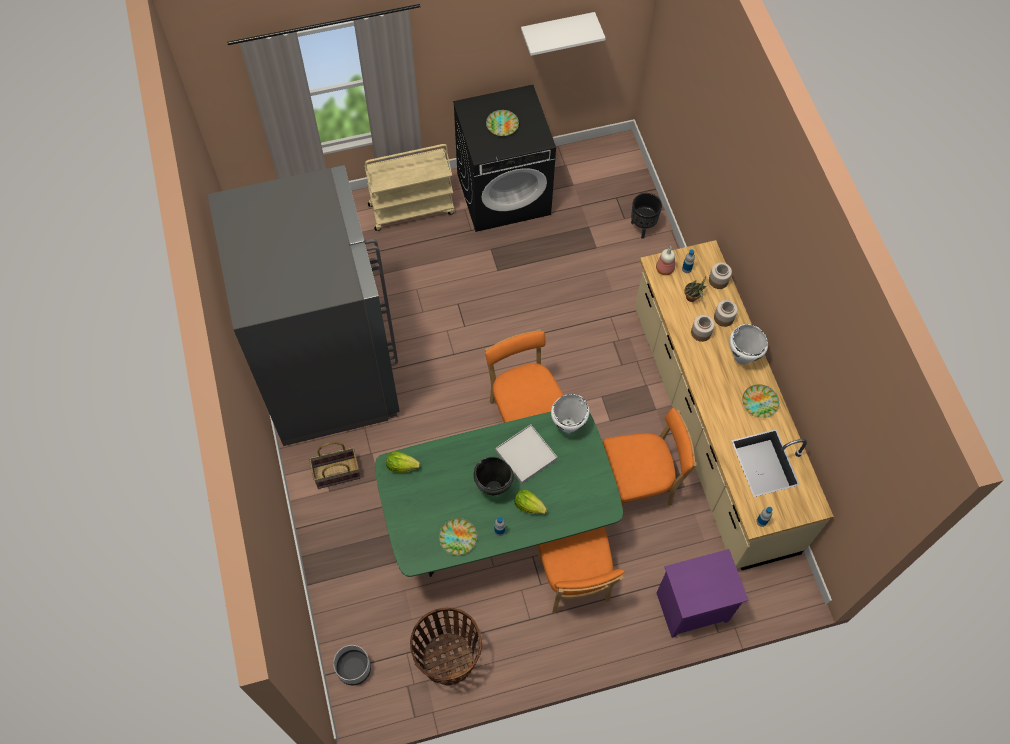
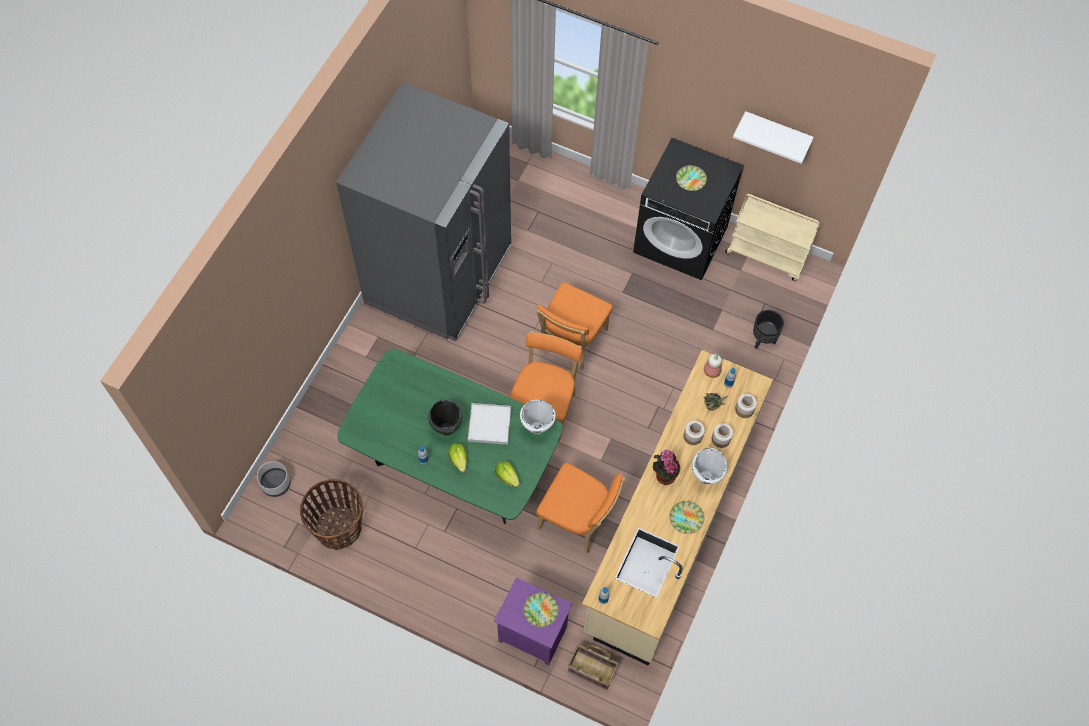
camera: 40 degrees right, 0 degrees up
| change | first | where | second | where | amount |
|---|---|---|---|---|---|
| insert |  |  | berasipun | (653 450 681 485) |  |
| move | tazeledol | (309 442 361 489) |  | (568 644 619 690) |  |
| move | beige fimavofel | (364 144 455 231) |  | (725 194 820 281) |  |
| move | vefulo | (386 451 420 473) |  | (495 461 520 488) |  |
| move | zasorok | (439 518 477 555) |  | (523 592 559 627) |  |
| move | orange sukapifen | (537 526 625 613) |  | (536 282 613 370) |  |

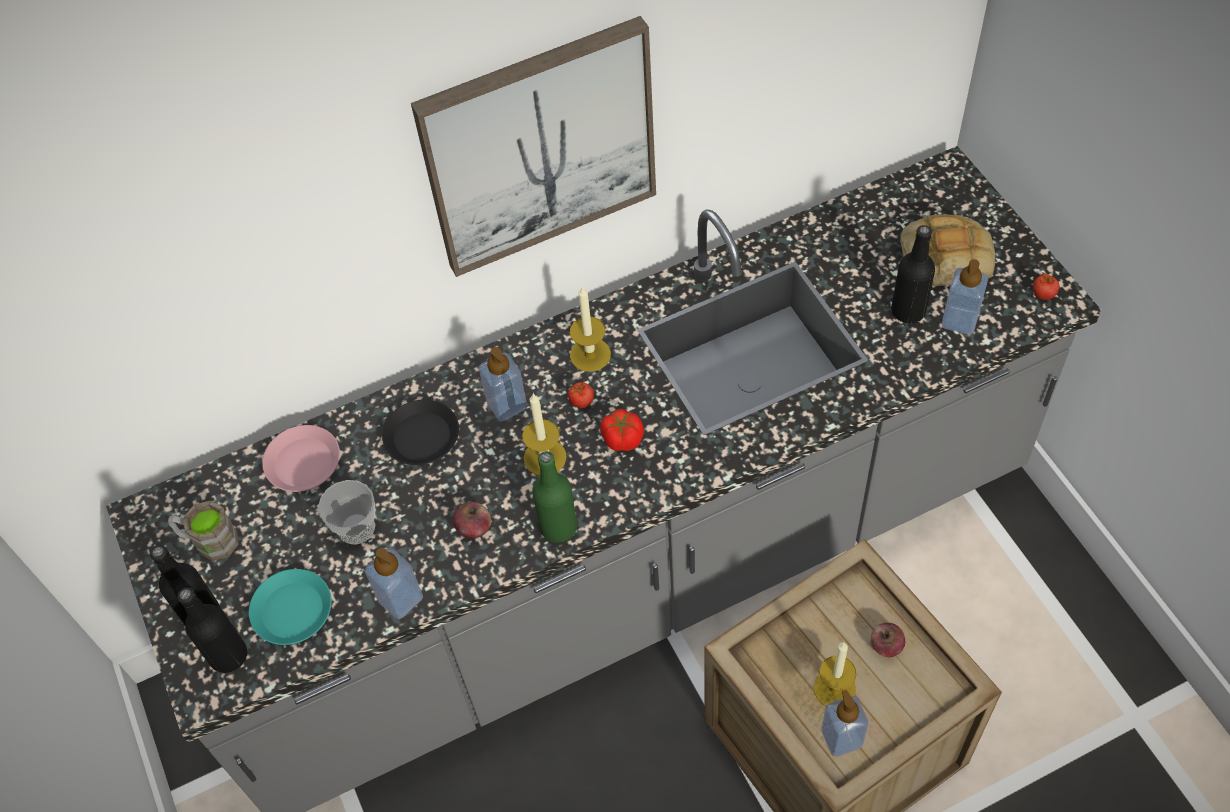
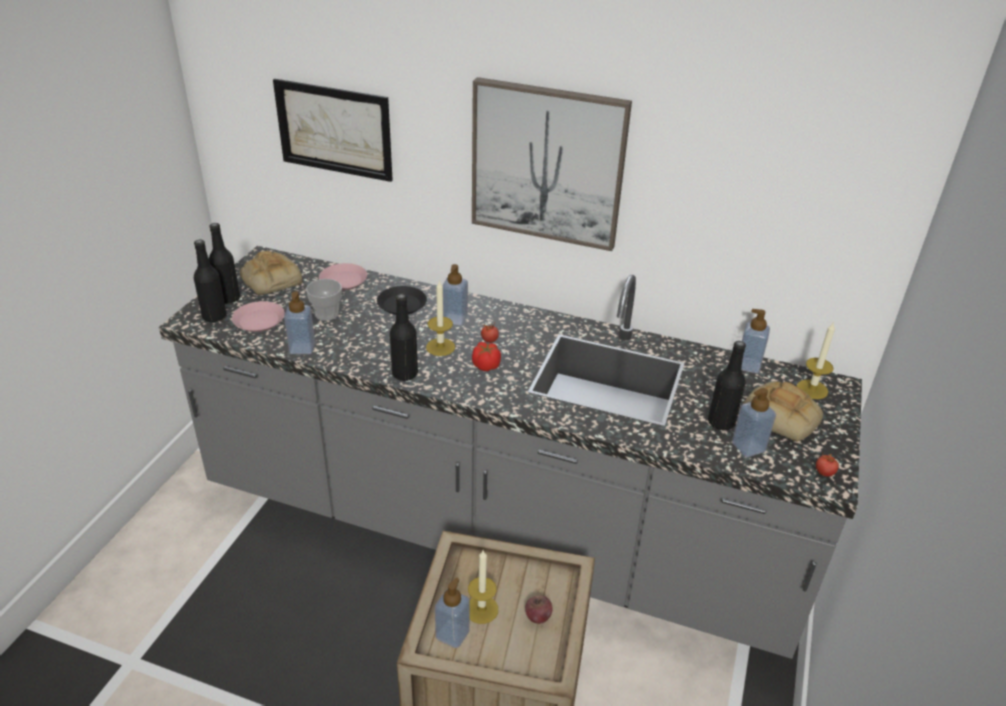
camera: 40 degrees right, 20 degrees down
| change | first | where | second | where | amount |
|---|---|---|---|---|---|
| delete | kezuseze | (453 502 491 538) |  |  |  |
| insert |  |  | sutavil | (273 79 393 182) |  |
| insert |  |  | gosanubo | (741 309 770 373) |  |
| move | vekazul | (570 286 611 372) |  | (797 322 835 399) |  |
| replace | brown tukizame | (168 500 239 561) | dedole | (240 251 302 295) |  |
| recolor | turquoise zasorok | (249 569 332 645) | pink zasorok | (232 301 285 332) |  |
| recolor | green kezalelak | (533 451 577 543) | black kezalelak | (390 294 418 381) |  |

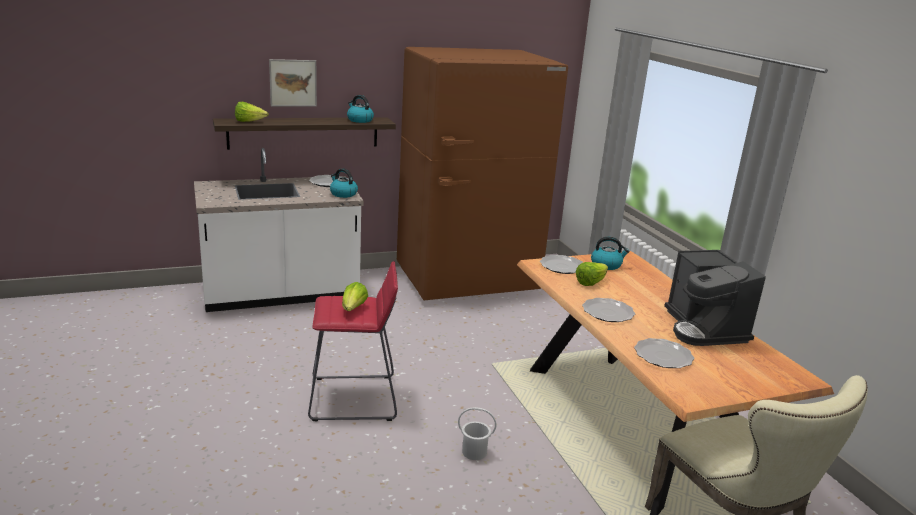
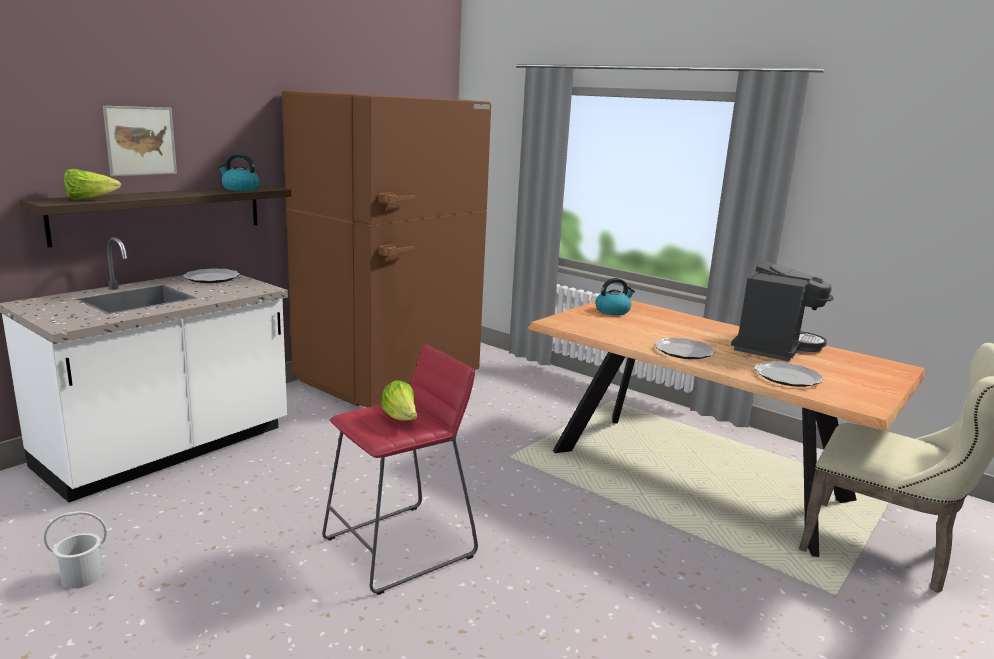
camera: 30 degrees left, 5 degrees down
| change | first | where | second | where | amount |
|---|---|---|---|---|---|
| delete | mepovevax | (330 168 358 198) |  |  |  |
| delete | zasorok | (540 255 583 274) |  |  |  |
| delete | vefulo | (576 262 608 286) |  |  |  |
| move | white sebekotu | (458 407 496 460) |  | (44 511 107 589) |  |
| rotate | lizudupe | (664 250 766 346) |  | (731 260 834 361) | 105 degrees counterclockwise |

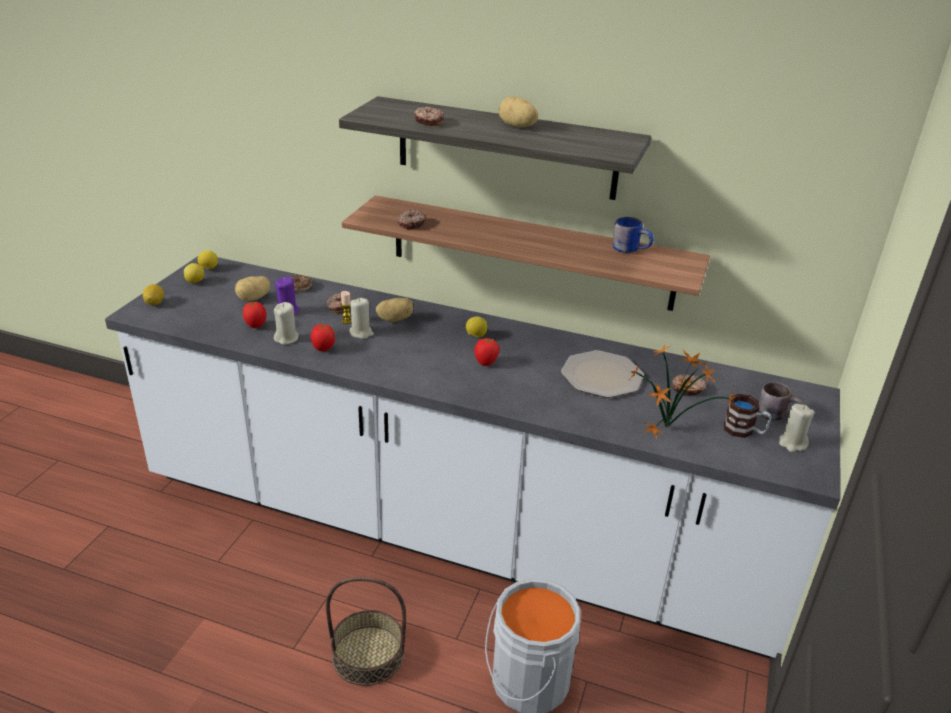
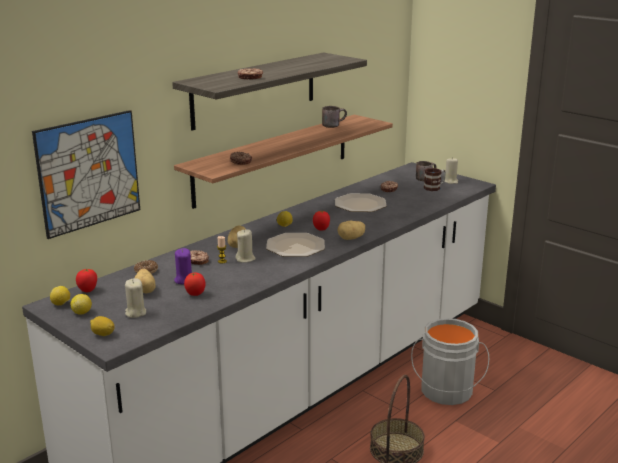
camera: 65 degrees left, 10 degrees down
| change | first | where | second | where | amount |
|---|---|---|---|---|---|
| delete | berasipun | (629 344 737 440) |  |  |  |
| insert |  |  | sutavil | (32 110 140 239) |  |
| insert |  |  | zasorok | (266 233 325 257) |  |
| move | beige vekazul | (274 302 299 345) |  | (125 278 146 318) |  |
| move | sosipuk | (311 324 335 351) |  | (76 269 97 292) |  |
| move | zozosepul | (499 97 538 128) |  | (337 220 365 240) |  |
| recolor | blue tukizame | (613 217 654 253) | brown tukizame | (322 106 347 128) |  |

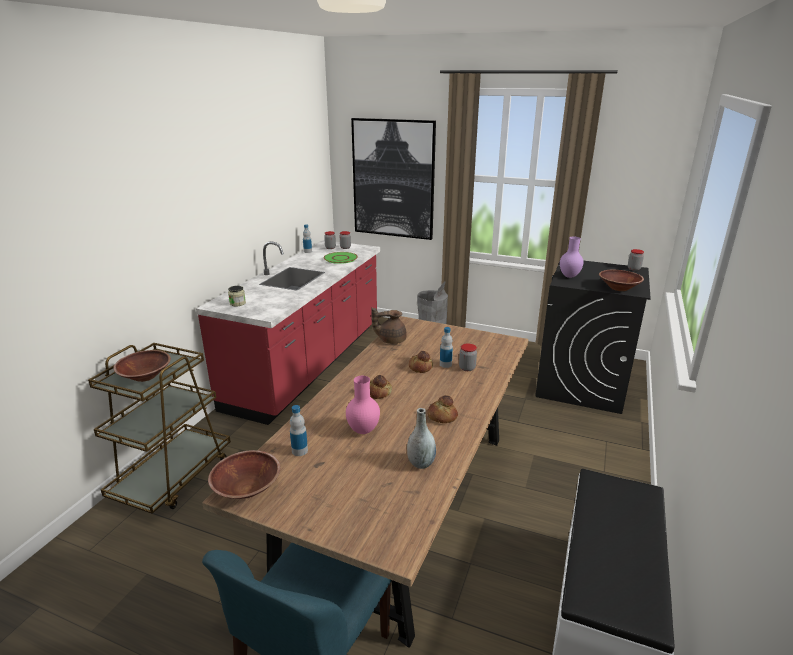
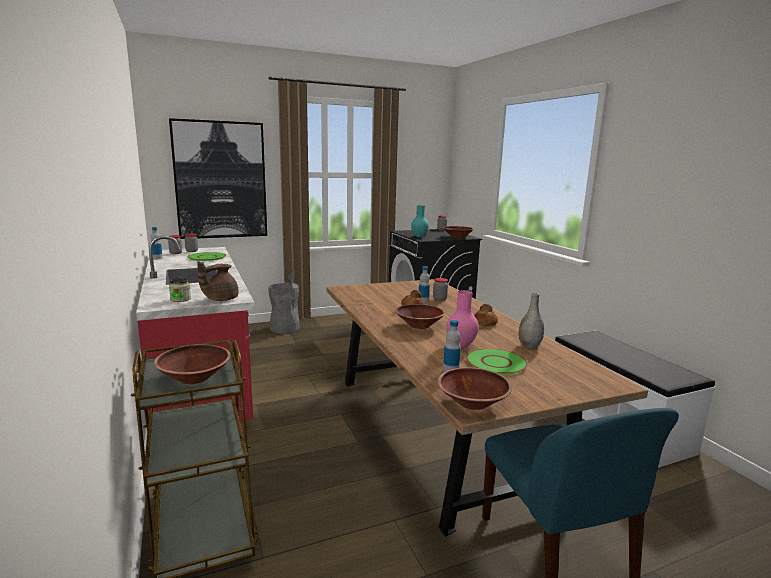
camera: 45 degrees left, 10 degrees down
| change | first | where | second | where | amount |
|---|---|---|---|---|---|
| insert |  |  | green zasorok | (466 349 528 375) |  |
| move | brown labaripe | (371 307 407 344) |  | (197 261 239 301) |  |
| replace | dedole | (370 375 392 399) | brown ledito | (395 304 445 329) |  |
| recolor | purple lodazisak | (560 237 584 278) | turquoise lodazisak | (411 205 429 237) |  |

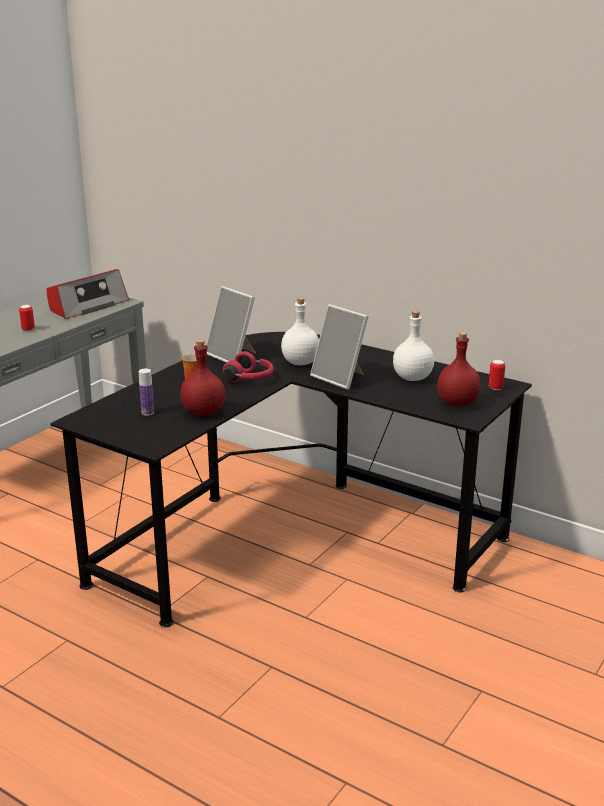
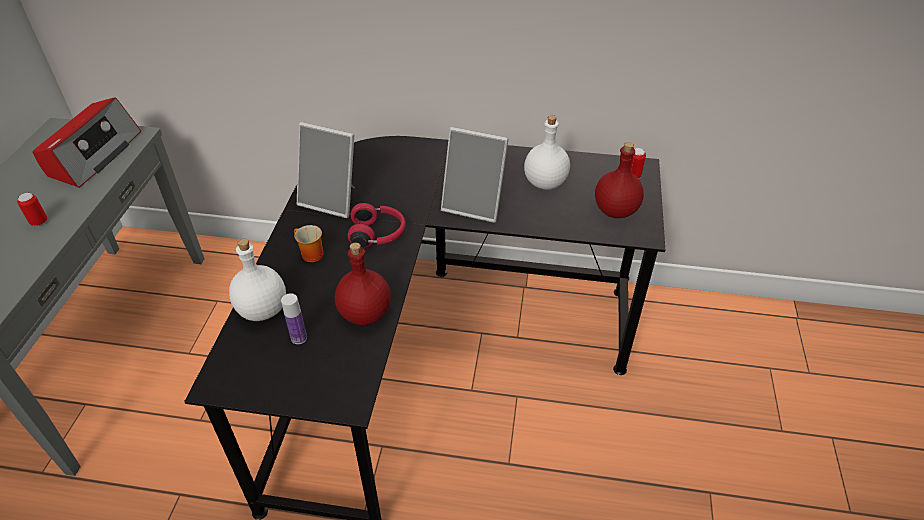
camera: 25 degrees left, 20 degrees up
| change | first | where | second | where | amount |
|---|---|---|---|---|---|
| move | white kezalelak | (281 297 319 365) |  | (229 239 286 321) |  |

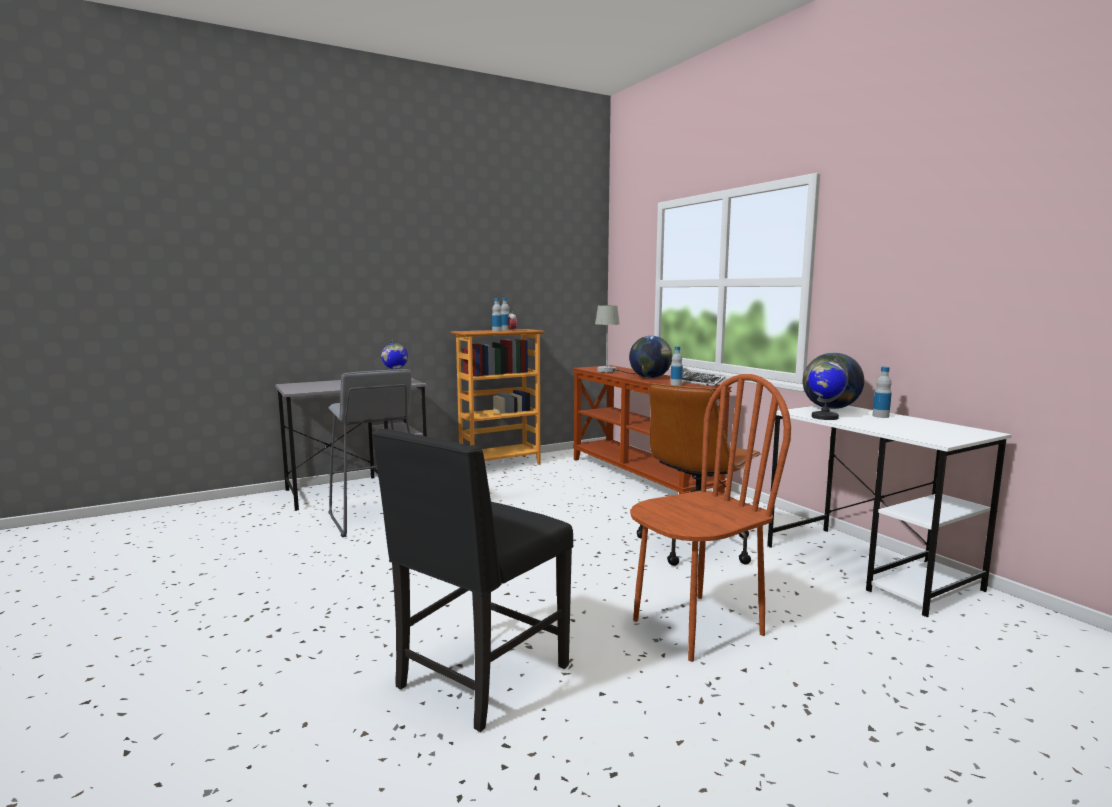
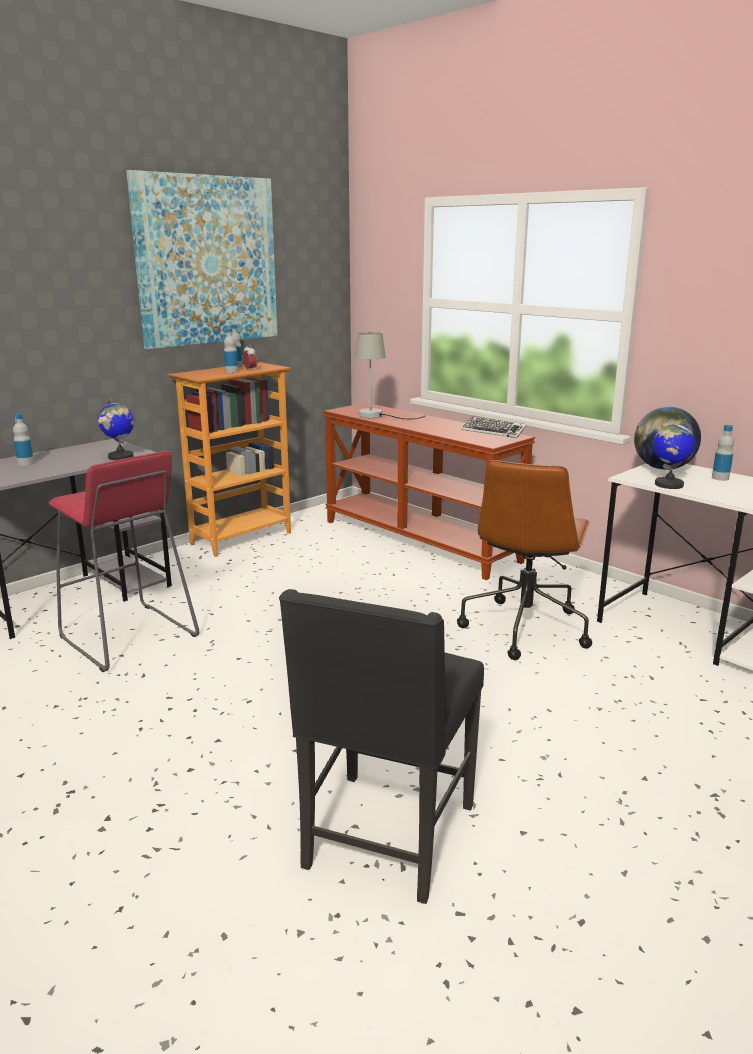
camera: 15 degrees left, 10 degrees up
| change | first | where | second | where | amount |
|---|---|---|---|---|---|
| delete | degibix | (629 336 672 378) |  |  |  |
| delete | brown sukapifen | (630 374 791 662) |  |  |  |
| insert |  |  | sutavil | (126 170 278 349) |  |
| move | kezalelak | (670 346 683 385) |  | (13 413 34 466) |  |
| recolor | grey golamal | (328 369 412 537) | red golamal | (48 451 199 672) |  |

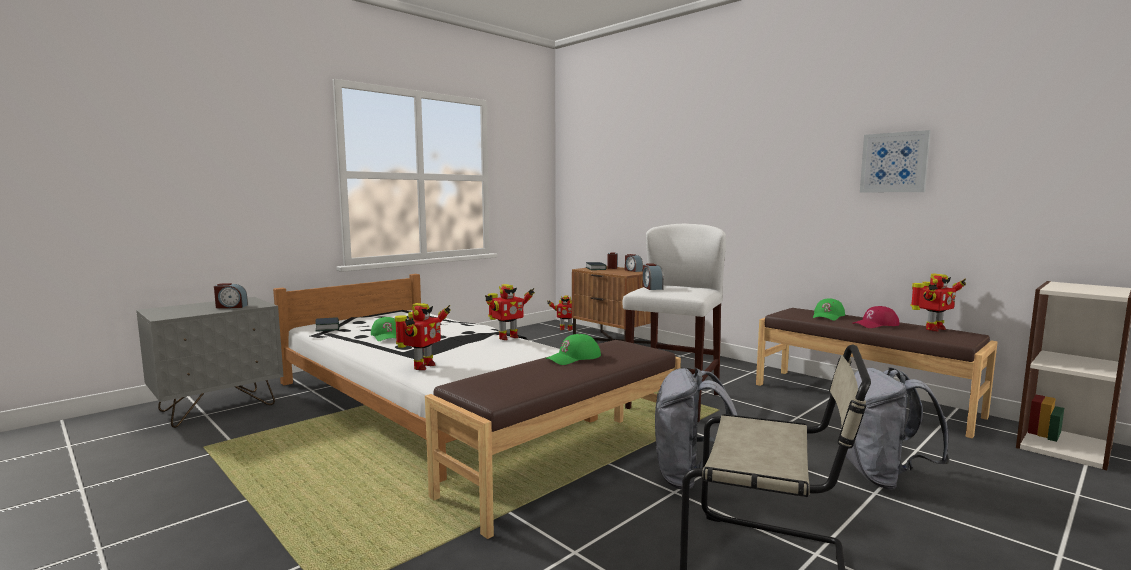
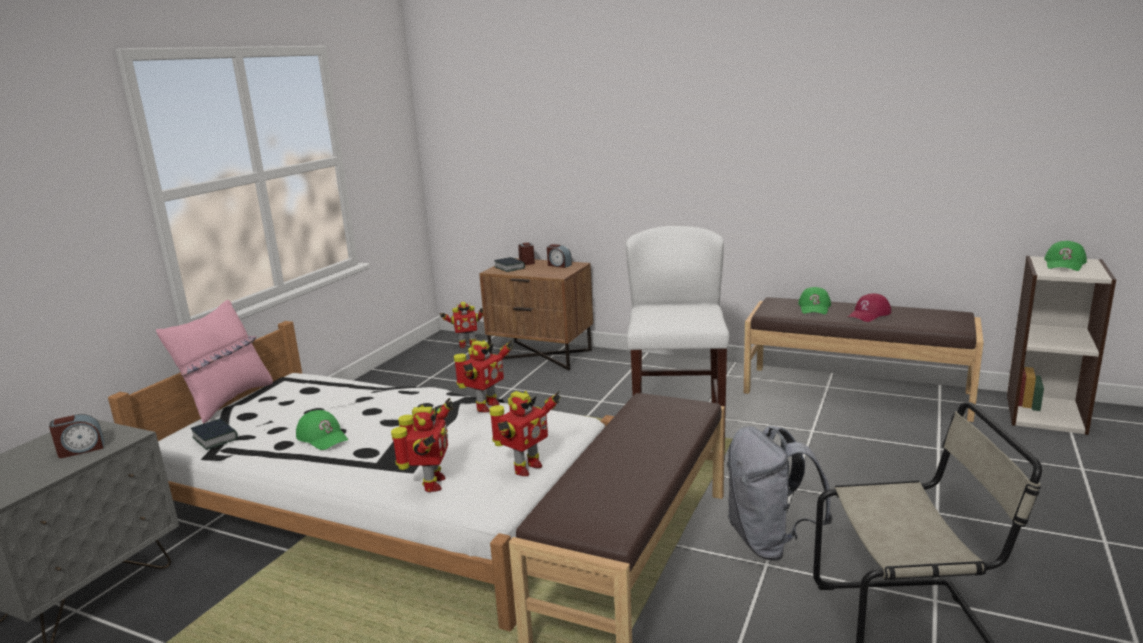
camera: 20 degrees left, 10 degrees up
| change | first | where | second | where | amount |
|---|---|---|---|---|---|
| delete | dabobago | (643 263 664 290) |  |  |  |
| delete | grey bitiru | (846 367 950 490) |  |  |  |
| delete | sutavil | (860 130 931 192) |  |  |  |
| insert |  |  | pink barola | (156 300 273 424) |  |
| move | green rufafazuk | (546 334 601 365) |  | (1044 241 1087 271) |  |
| move | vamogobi | (910 274 966 331) |  | (489 391 561 476) |  |

